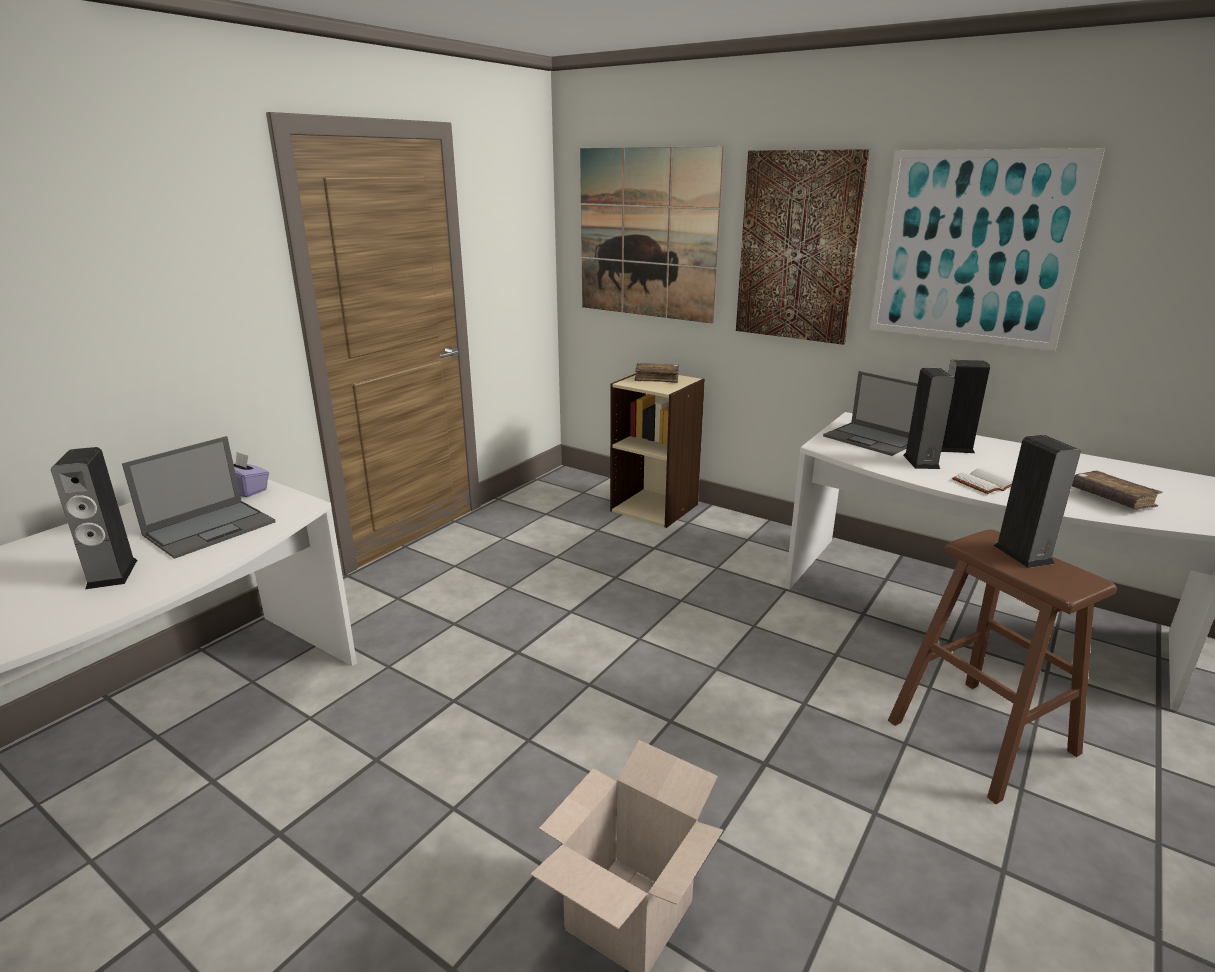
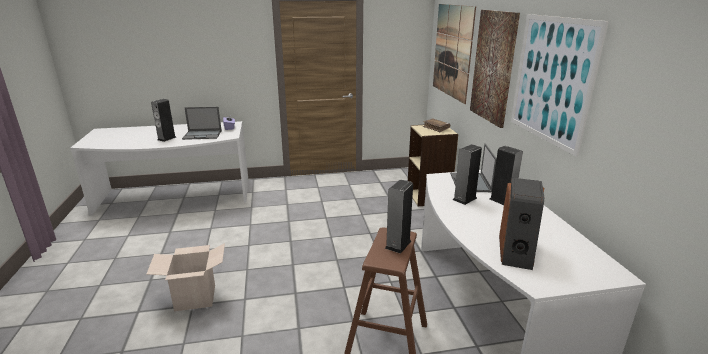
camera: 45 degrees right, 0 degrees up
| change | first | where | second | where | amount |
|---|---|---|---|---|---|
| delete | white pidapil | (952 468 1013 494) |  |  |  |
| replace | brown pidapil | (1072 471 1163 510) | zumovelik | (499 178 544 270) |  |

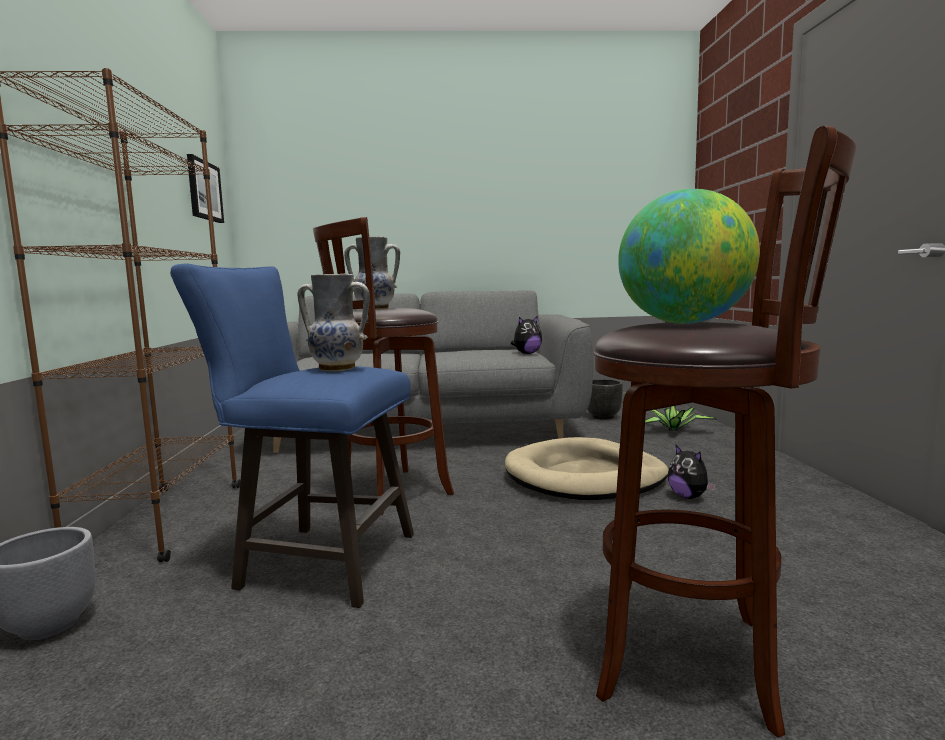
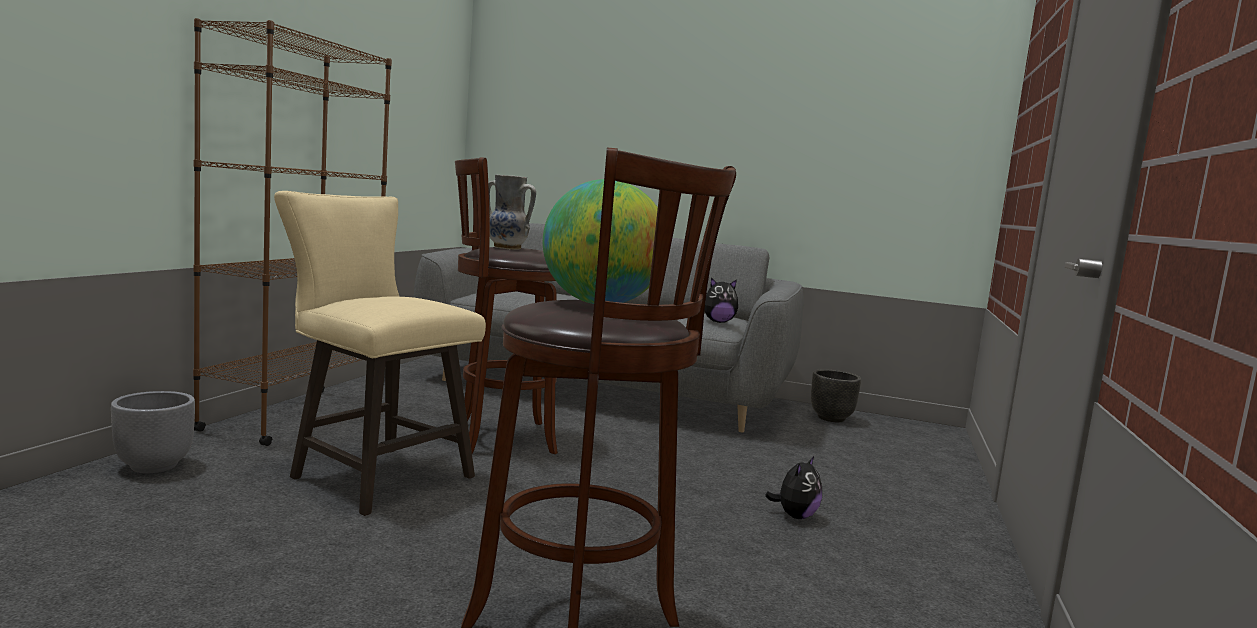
camera: 20 degrees right, 0 degrees up
| change | first | where | second | where | amount |
|---|---|---|---|---|---|
| delete | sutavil | (187 154 224 223) |  |  |  |
| delete | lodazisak | (297 274 370 371) |  |  |  |
| delete | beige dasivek | (505 437 668 500) |  |  |  |
| delete | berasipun | (645 406 717 432) |  |  |  |
| recolor | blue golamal | (170 263 414 608) | beige golamal | (274 191 486 516) |  |
| rotate | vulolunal | (668 445 716 499) |  | (765 456 822 519) | 135 degrees counterclockwise |

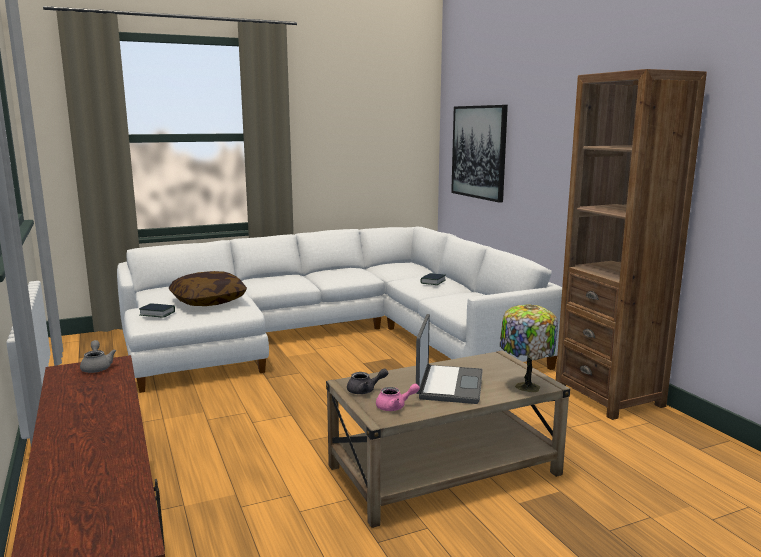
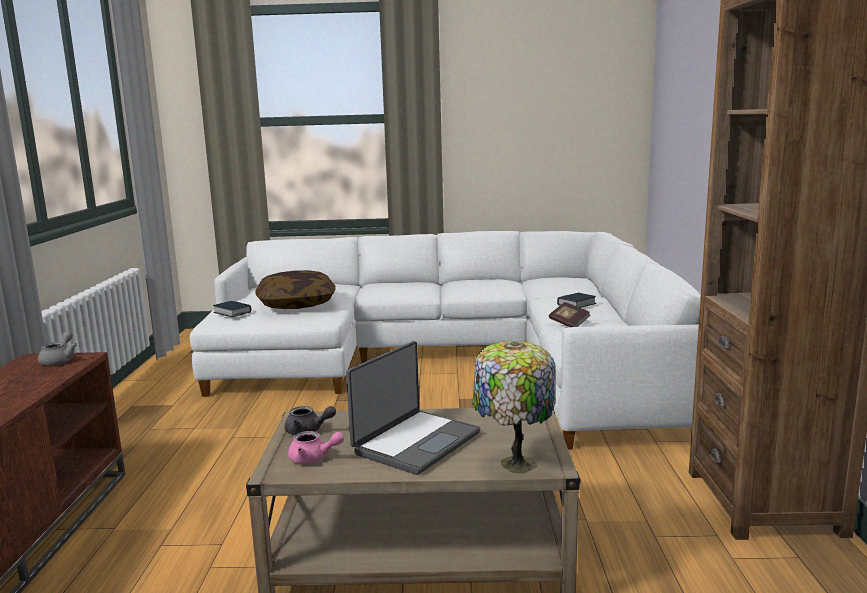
camera: 25 degrees right, 0 degrees up
| change | first | where | second | where | amount |
|---|---|---|---|---|---|
| delete | sutavil | (451 105 508 203) |  |  |  |
| insert |  |  | pidapil | (549 302 591 327) |  |

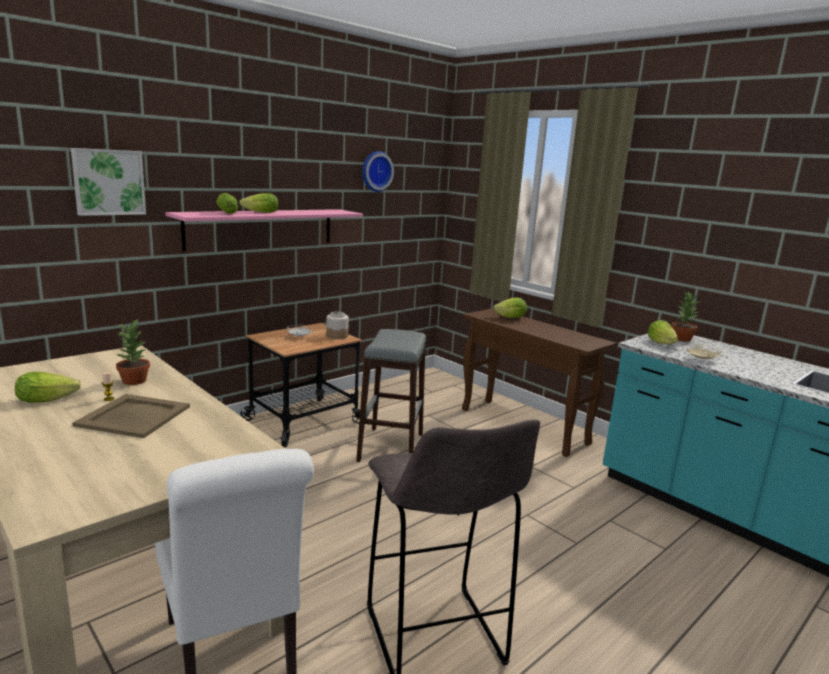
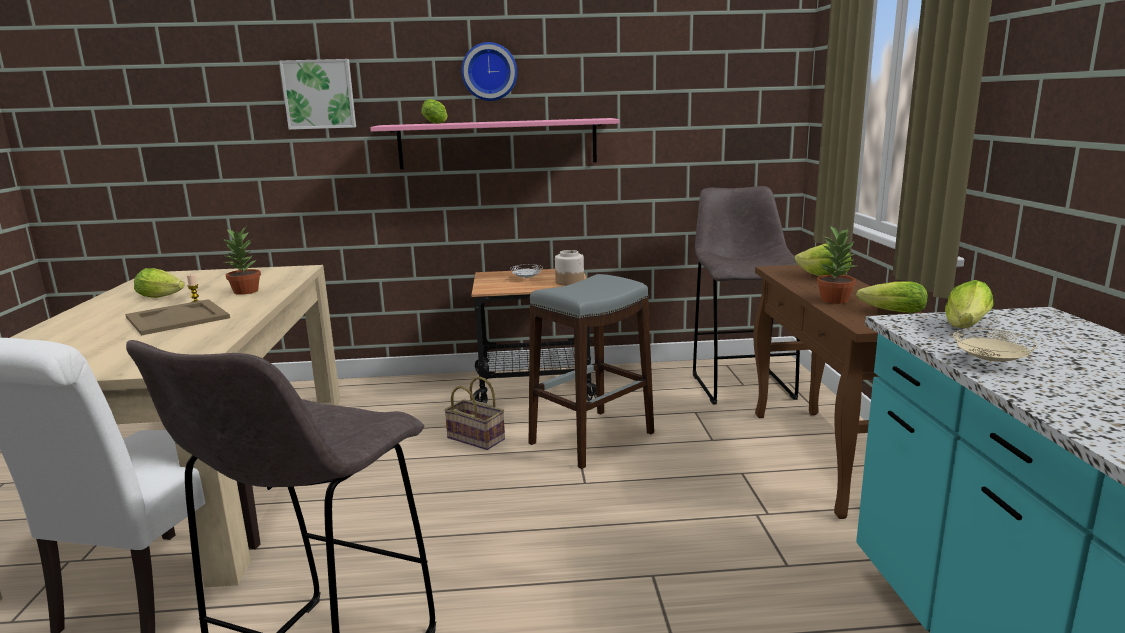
camera: 40 degrees right, 0 degrees up
| change | first | where | second | where | amount |
|---|---|---|---|---|---|
| insert |  |  | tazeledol | (444 376 505 450) |  |
| insert |  |  | grey golamal | (693 186 800 405) |  |
| move | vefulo | (239 193 279 213) |  | (856 281 928 313) |  |
| move | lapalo | (362 151 394 192) |  | (461 42 517 101) |  |
| move | berasipun | (671 290 701 342) |  | (817 225 859 304) |  |

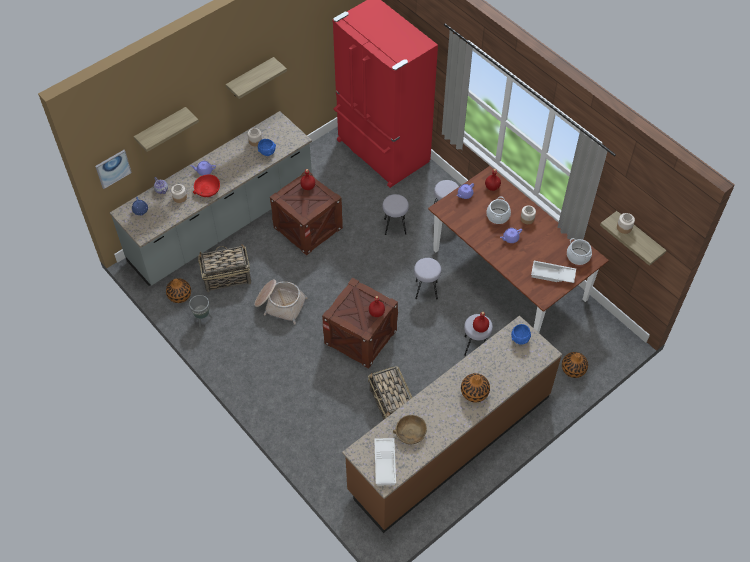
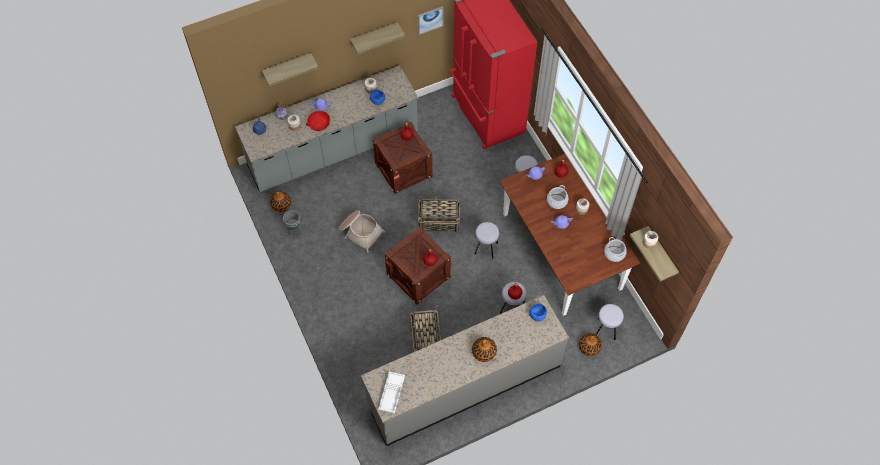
camera: 15 degrees right, 5 degrees up
| change | first | where | second | where | amount |
|---|---|---|---|---|---|
| delete | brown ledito | (393 415 427 444) |  |  |  |
| delete | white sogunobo | (531 261 576 283) |  |  |  |
| move | sutavil | (95 150 132 189) |  | (418 6 443 35) |  |
| move | tazeledol | (198 244 251 292) |  | (418 196 460 233) |  |
| move | grey golamal | (383 194 409 235) |  | (595 304 624 340) |  |
| recolor | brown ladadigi | (342 316 562 533) | grey ladadigi | (361 295 569 446) |  |

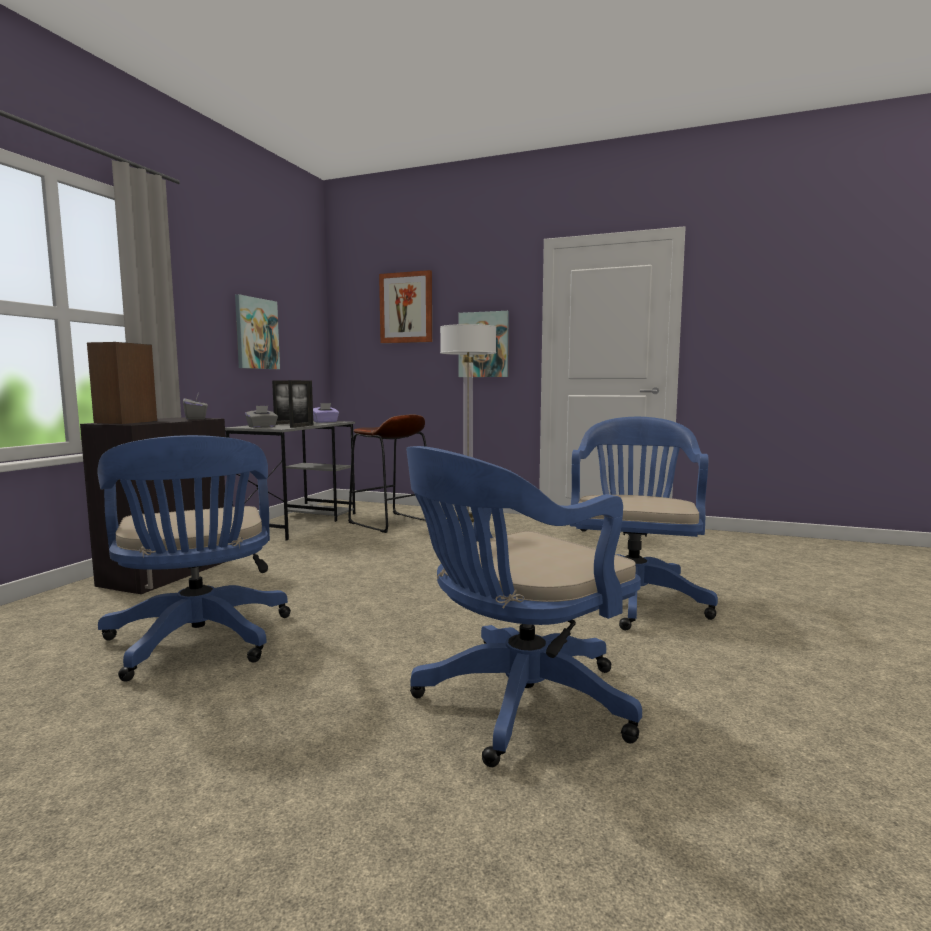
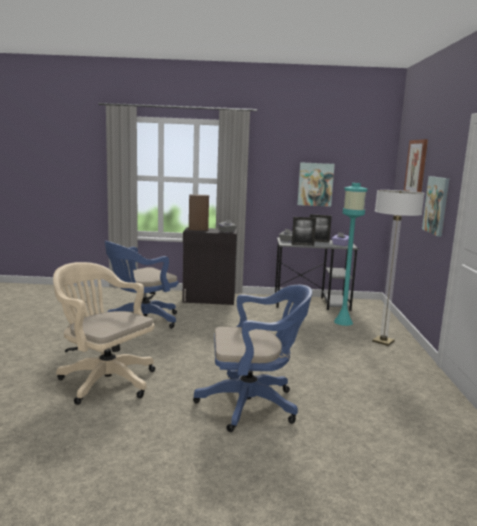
camera: 70 degrees right, 5 degrees up
| change | first | where | second | where | amount |
|---|---|---|---|---|---|
| replace | brown golamal | (348 414 427 533) | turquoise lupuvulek | (334 183 367 326) |  |
| recolor | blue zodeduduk | (406 446 642 767) | beige zodeduduk | (53 262 155 405) |  |

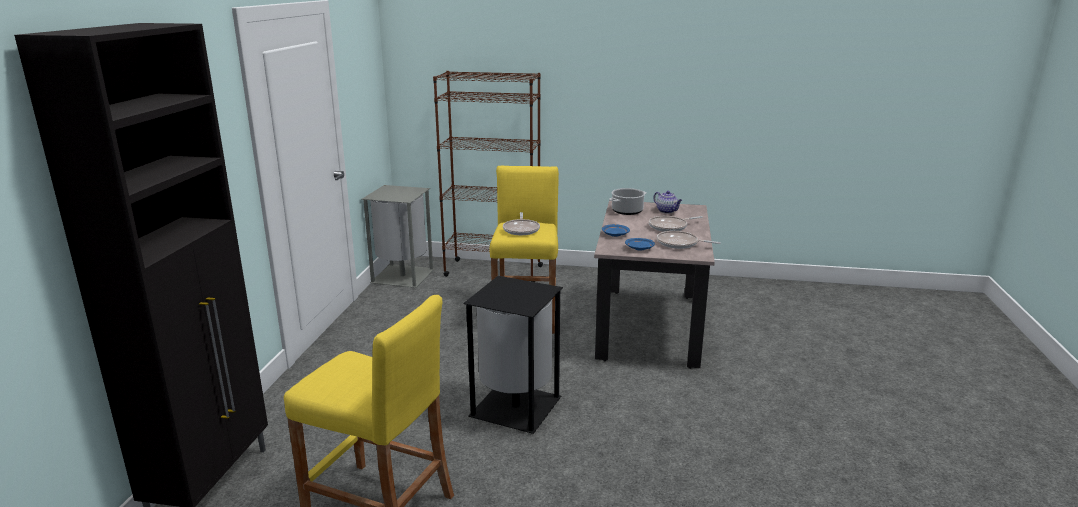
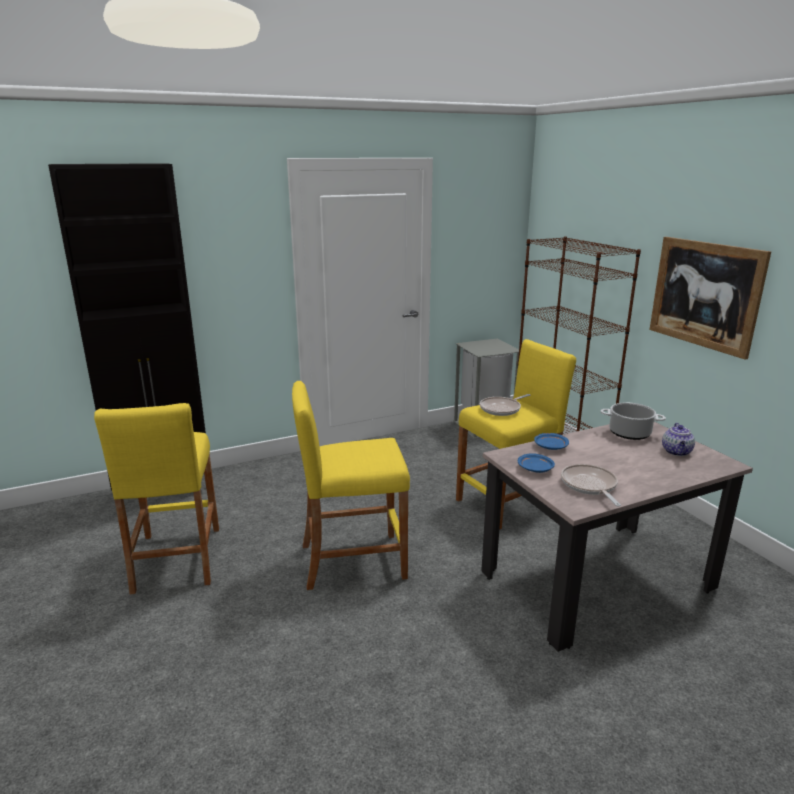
camera: 55 degrees right, 0 degrees up
| change | first | where | second | where | amount |
|---|---|---|---|---|---|
| delete | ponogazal | (649 216 703 232) |  |  |  |
| insert |  |  | sutavil | (649 237 771 360) |  |
| replace | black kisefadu | (463 276 563 434) | yellow golamal | (292 381 410 590) |  |

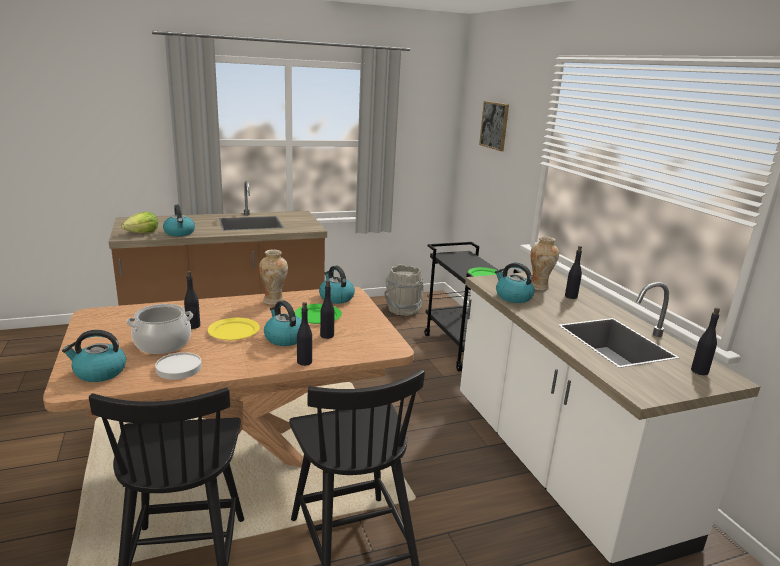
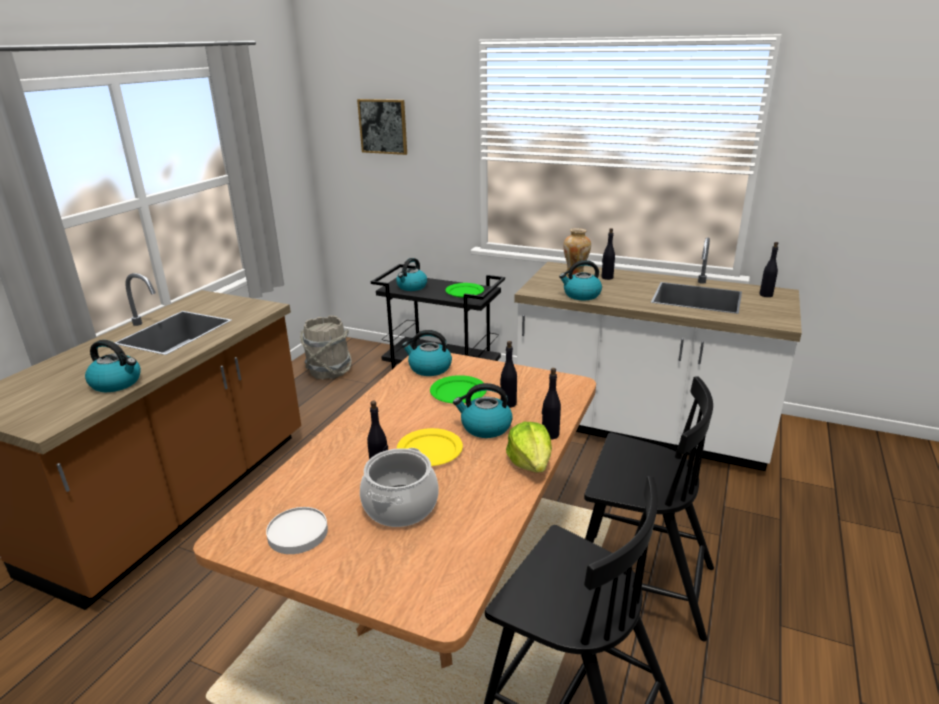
camera: 45 degrees left, 5 degrees up
| change | first | where | second | where | amount |
|---|---|---|---|---|---|
| delete | lodazisak | (259 249 288 305) |  |  |  |
| move | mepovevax | (62 330 126 382) |  | (396 258 427 291) |  |
| move | vefulo | (121 212 158 233) |  | (506 422 552 473) |  |
| move | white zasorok | (155 352 202 380) |  | (266 507 328 554) |  |

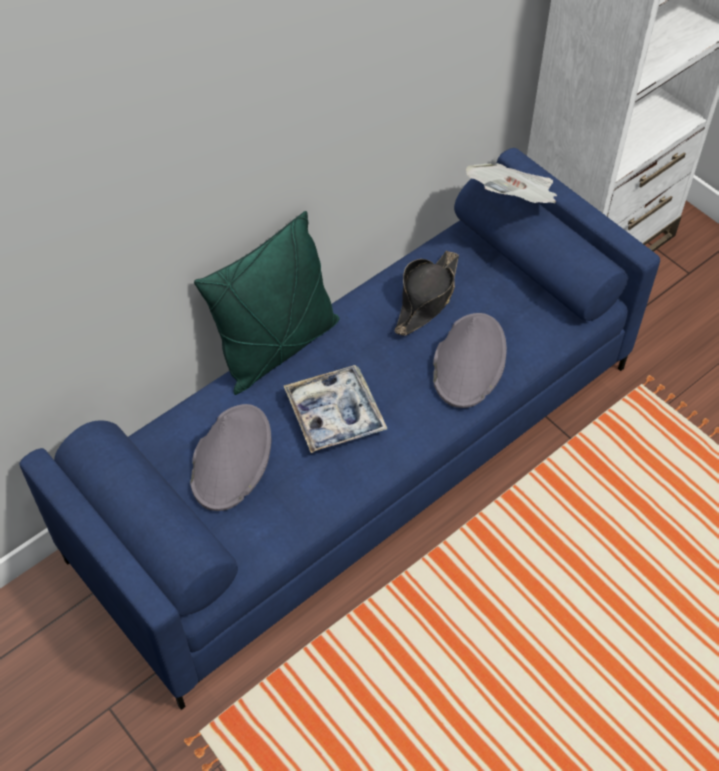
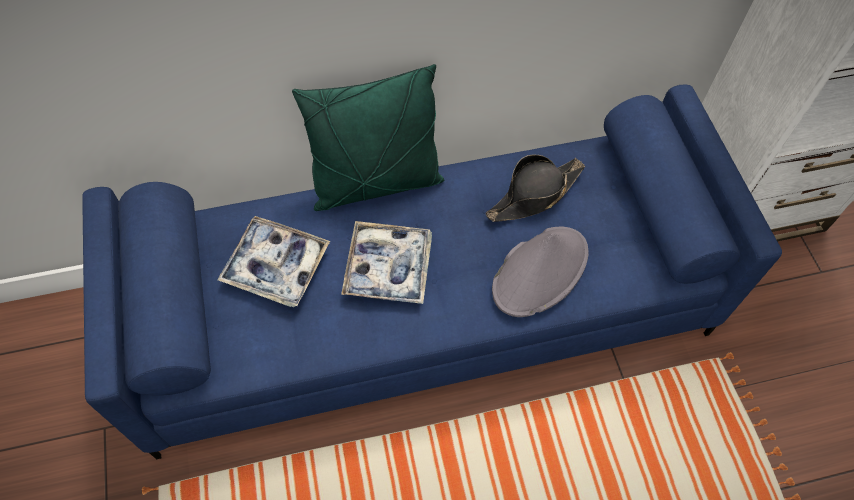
camera: 25 degrees right, 5 degrees up
| change | first | where | second | where | amount |
|---|---|---|---|---|---|
| delete | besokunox | (466 163 557 203) |  |  |  |
| replace | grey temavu | (190 404 271 511) | sogunobo | (217 216 330 308) |  |

